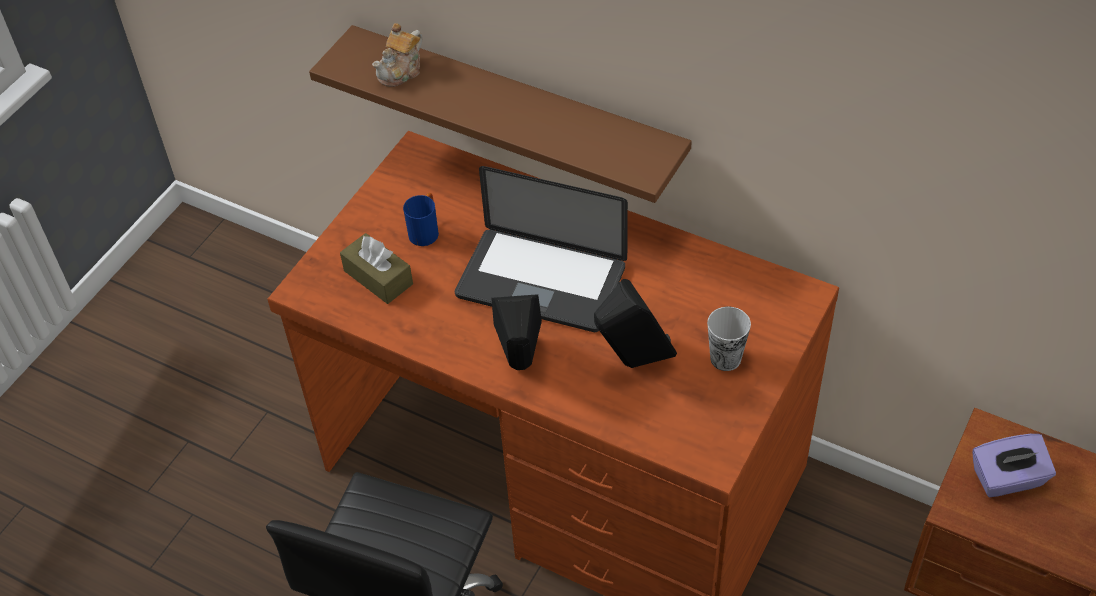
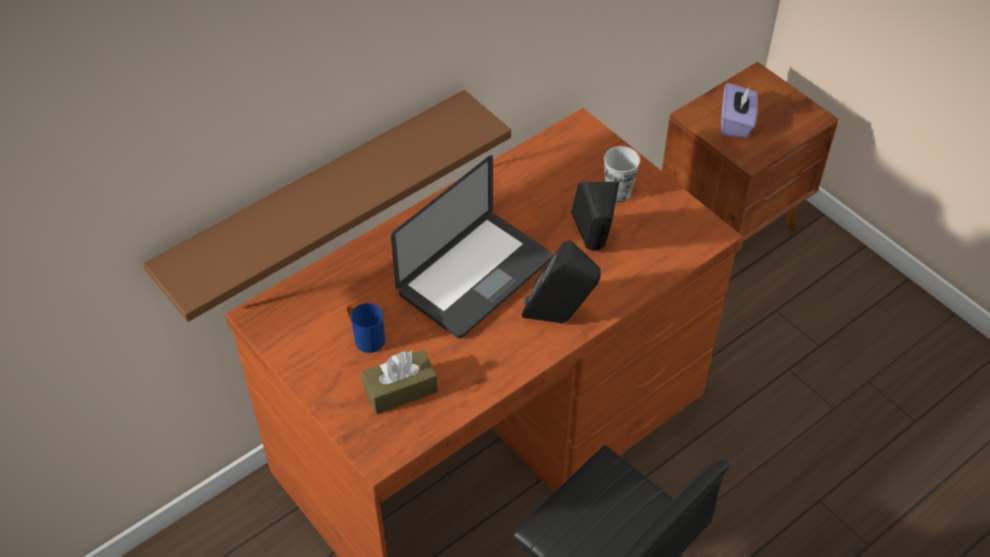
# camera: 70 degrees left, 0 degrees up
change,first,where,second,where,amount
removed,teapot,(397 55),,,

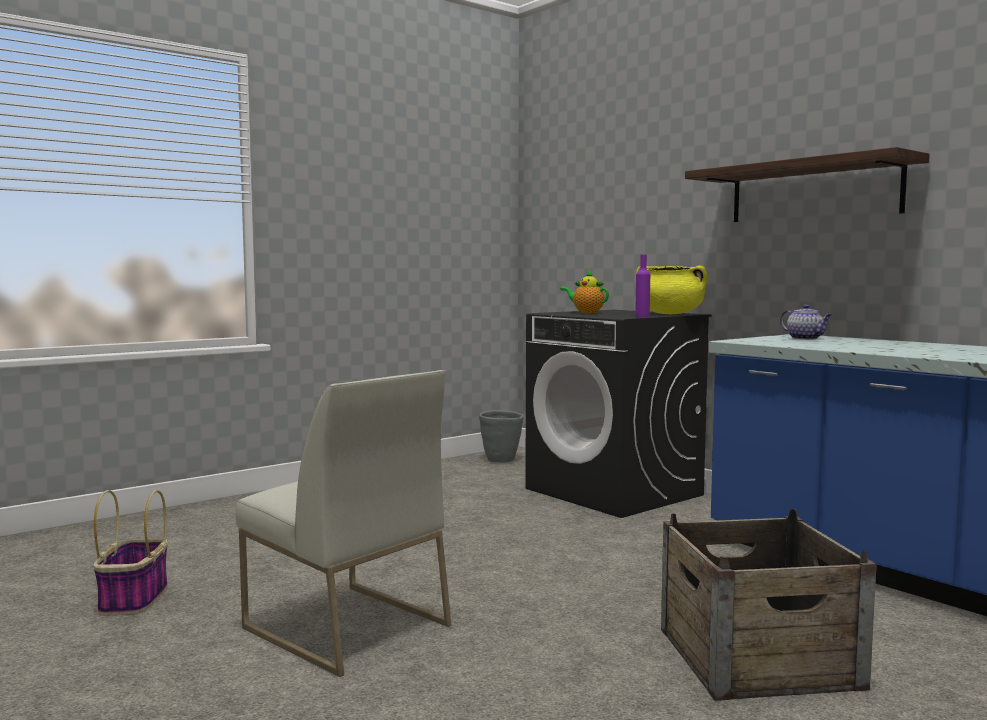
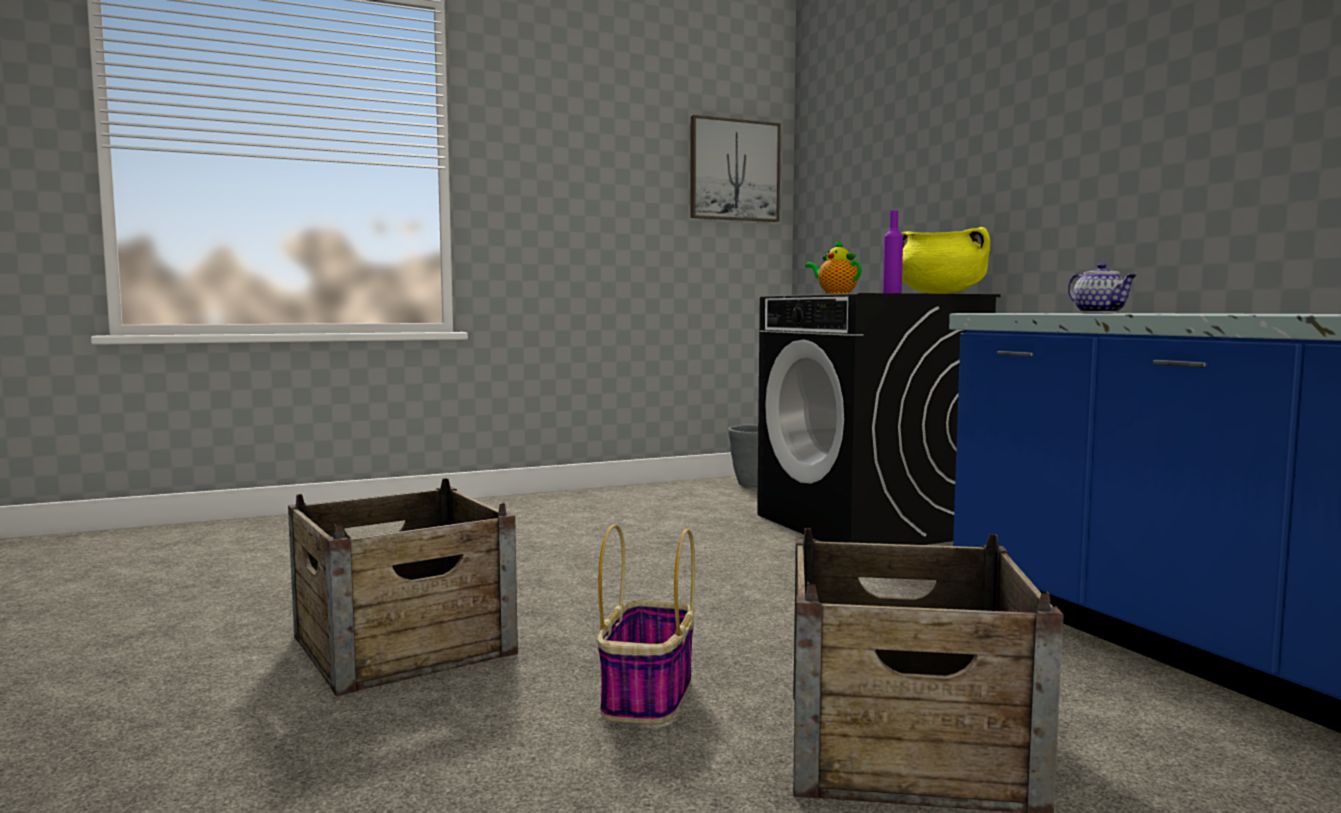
# camera: 15 degrees right, 0 degrees up
change,first,where,second,where,amount
removed,wall shelf,(807 184),,,
added,,,wall picture,(735 168),
moved,basket,(130 553),,(646 624),
replaced,whitish plain chair,(343 523),shipping crate,(403 587),

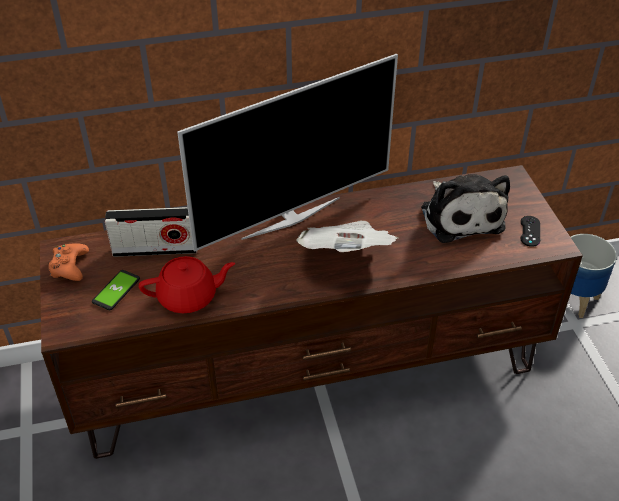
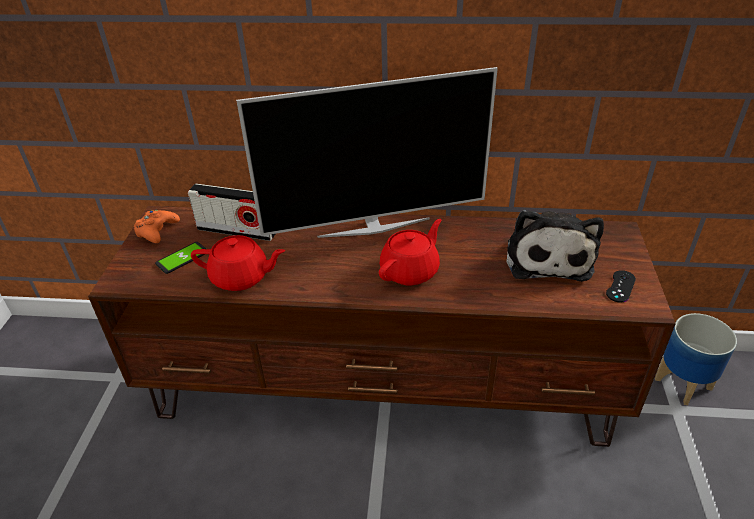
# camera: 20 degrees right, 5 degrees down
change,first,where,second,where,amount
replaced,daily paper,(347 236),red-coloured teapot,(410 252),

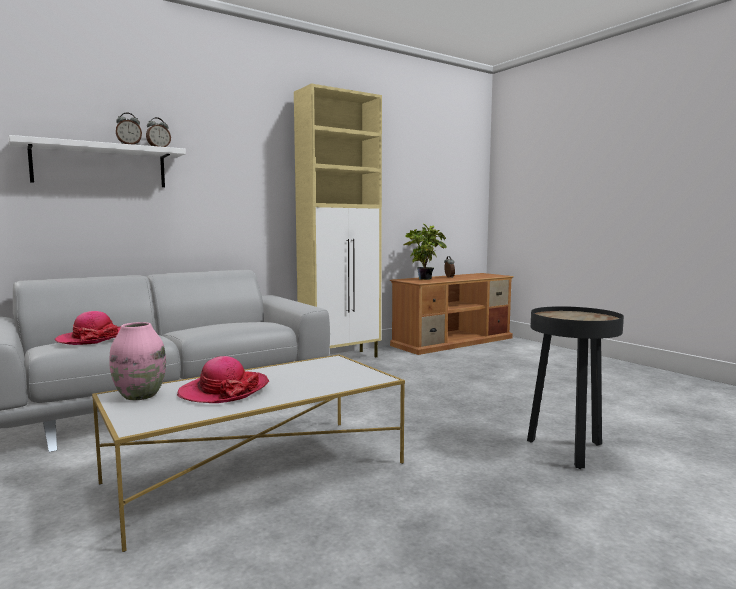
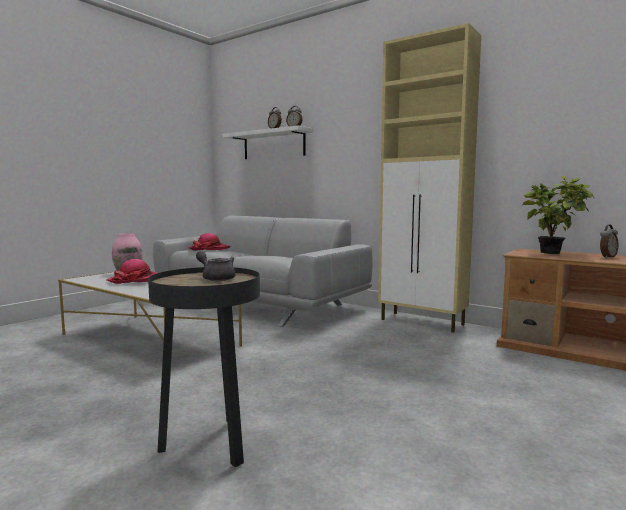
# camera: 70 degrees right, 0 degrees up
change,first,where,second,where,amount
added,,,grey teapot,(216 266),

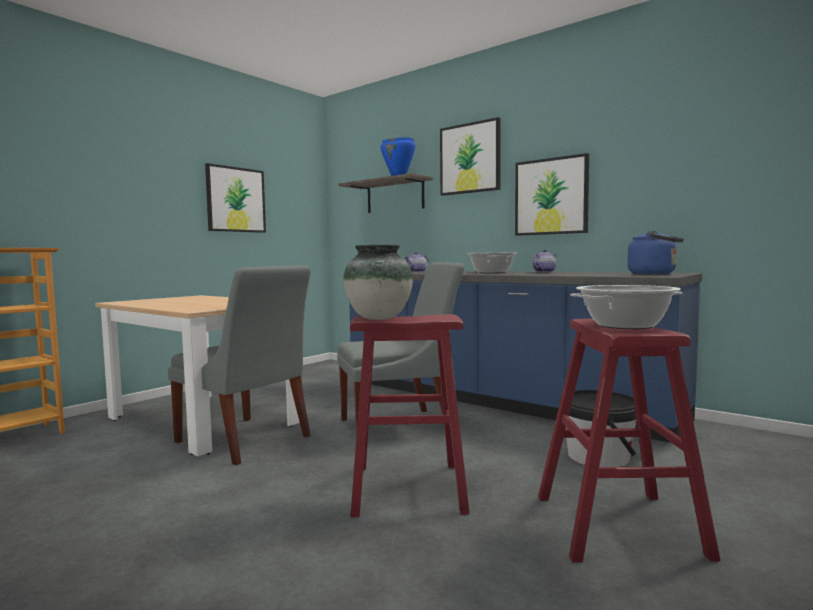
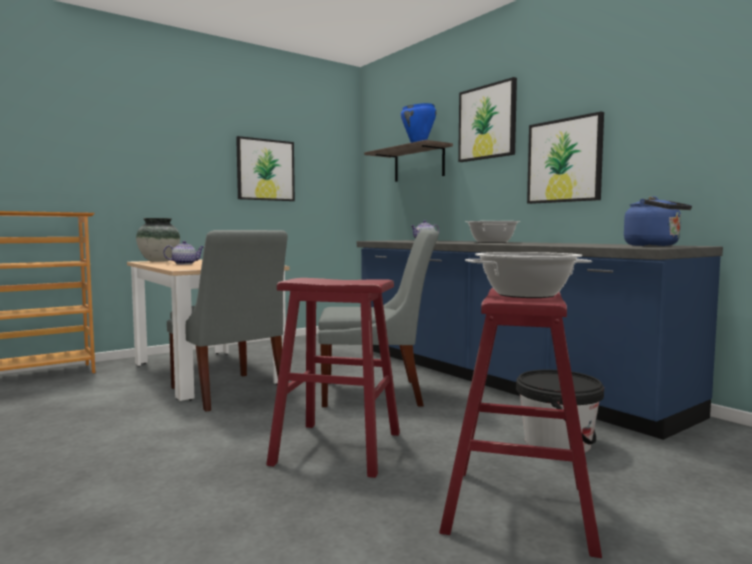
# camera: 15 degrees right, 0 degrees up
change,first,where,second,where,amount
moved,flower vase,(378 282),,(158 240),
moved,teapot,(544 260),,(183 252),

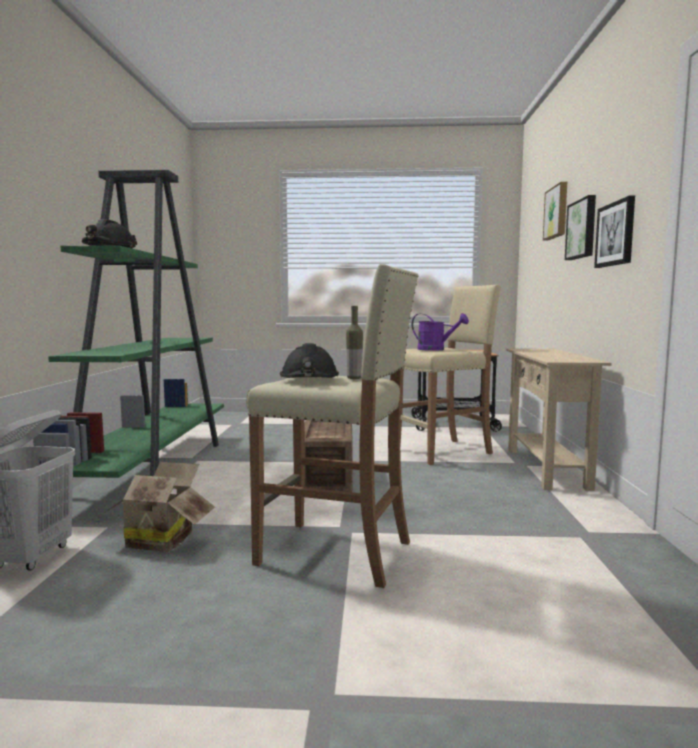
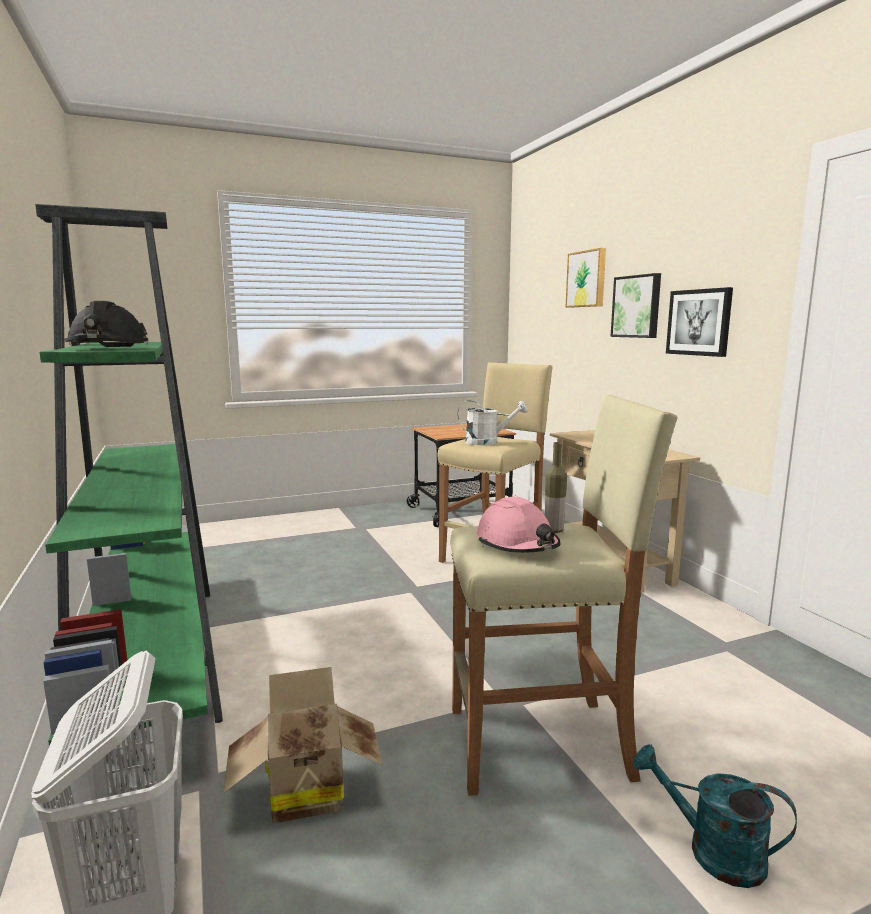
# camera: 25 degrees left, 5 degrees up
change,first,where,second,where,amount
removed,shipping crate,(328 456),,,
added,,,turquoise-coloured sprinkling can,(715 816),
recoloured,black work helmet,(309 360),pinkish work helmet,(518 525),
recoloured,purplish sprinkling can,(440 332),whitish sprinkling can,(492 422),

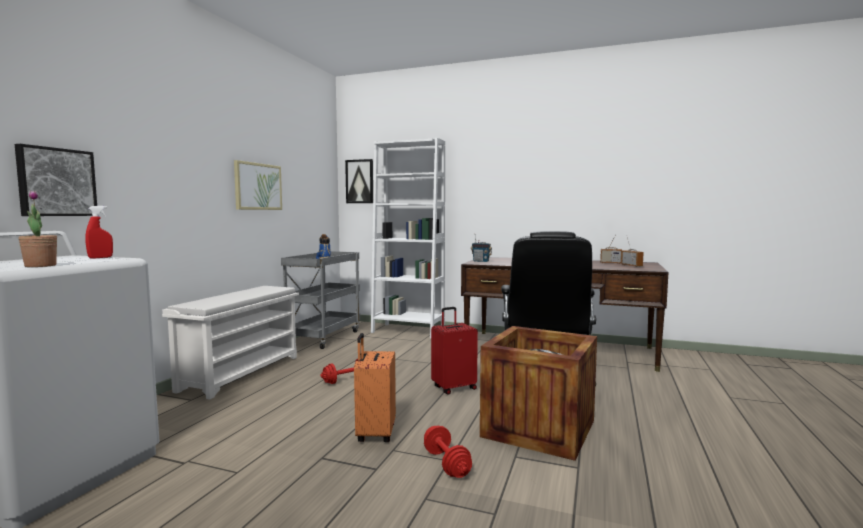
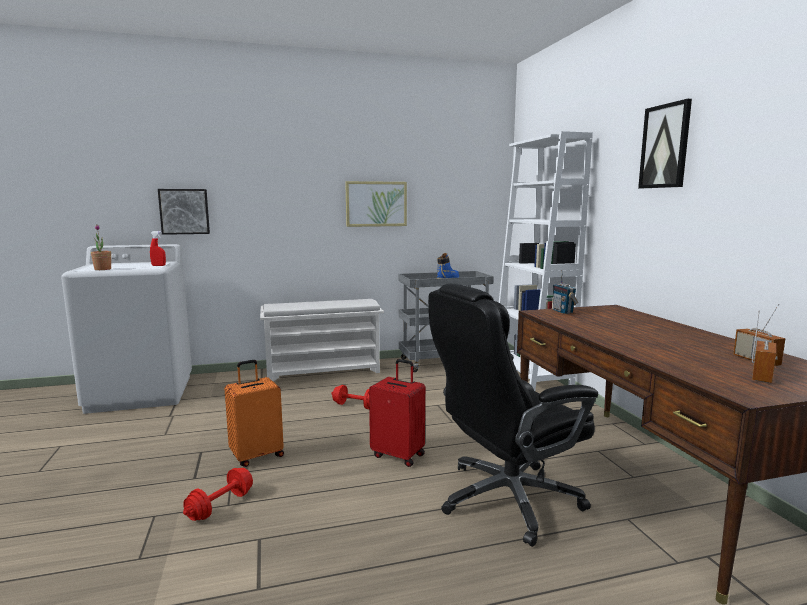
# camera: 55 degrees right, 5 degrees up
change,first,where,second,where,amount
removed,shipping crate,(538 393),,,
moved,wall picture,(359 181),,(665 143),

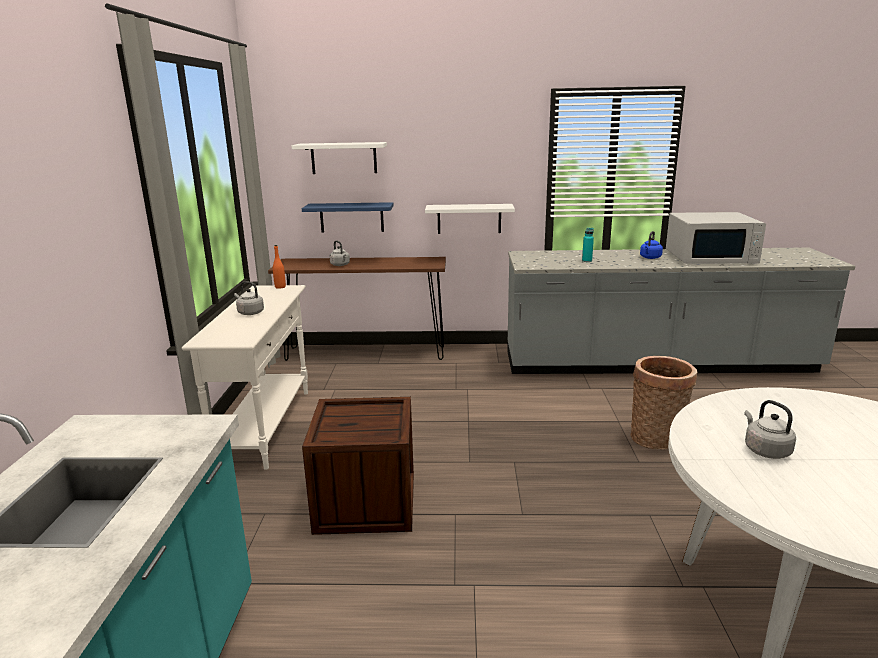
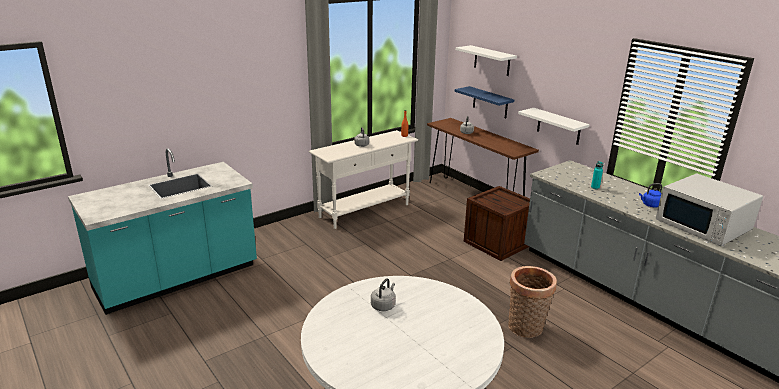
# camera: 50 degrees right, 5 degrees up
change,first,where,second,where,amount
moved,shipping crate,(358 466),,(497 223),

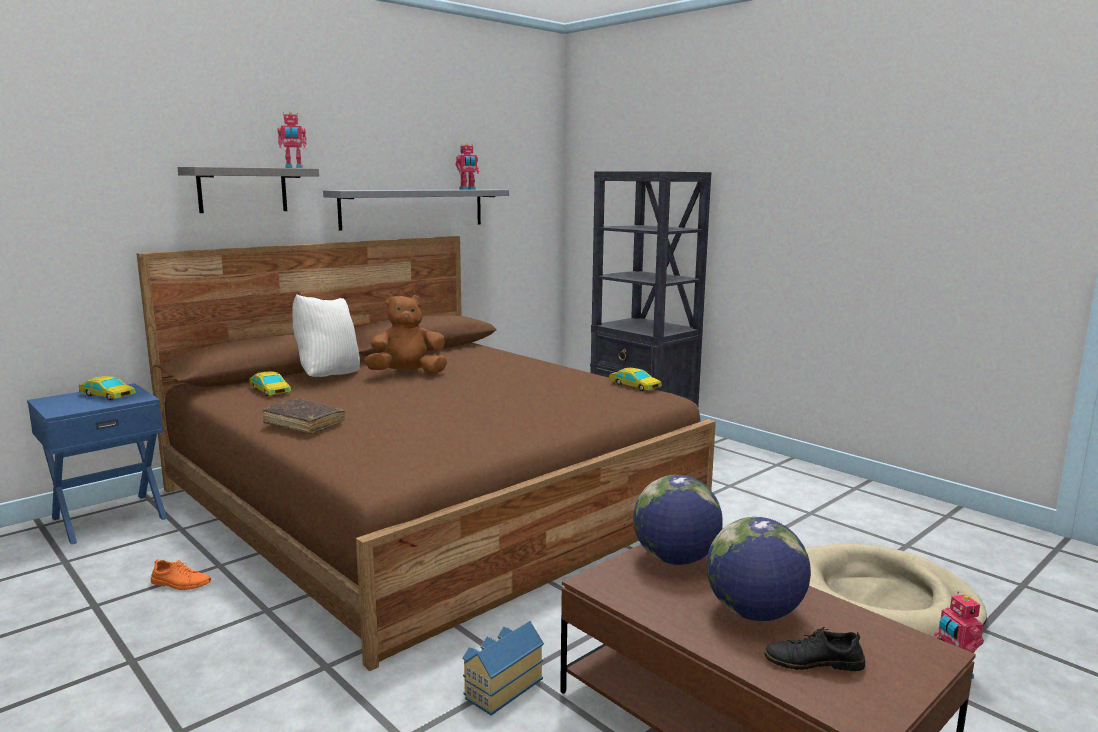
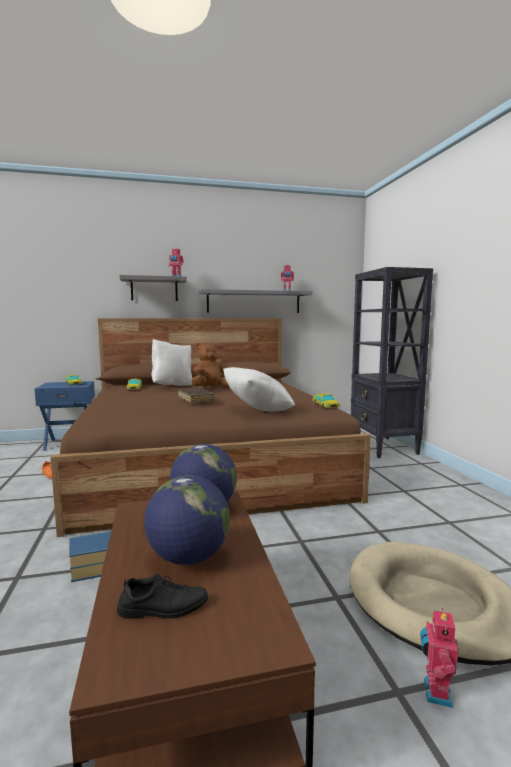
# camera: 30 degrees right, 5 degrees down
change,first,where,second,where,amount
added,,,whitish cushion,(259 389),
moved,brown-coloured volume,(304 416),,(196 395),
turned,brown-coloured soft toy,(405 333),,(211 365),45 degrees counterclockwise
turned,black shoe,(814 649),,(162 596),135 degrees clockwise

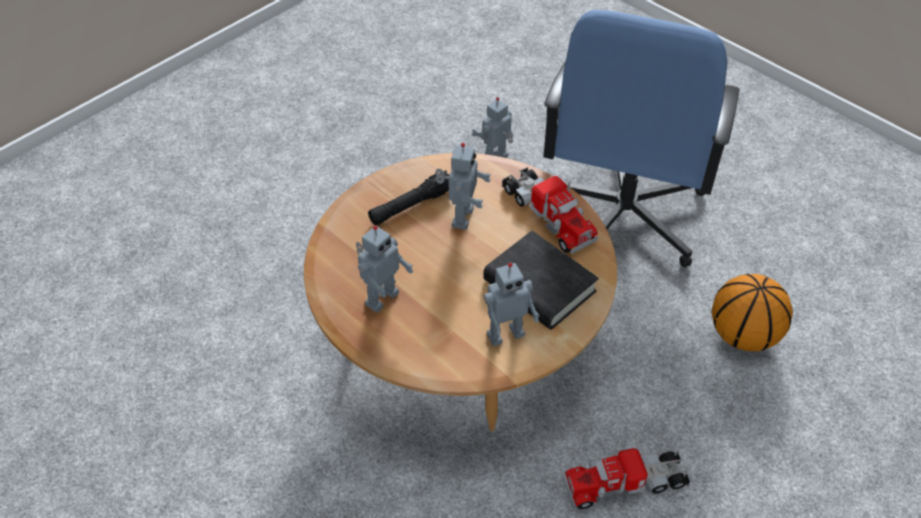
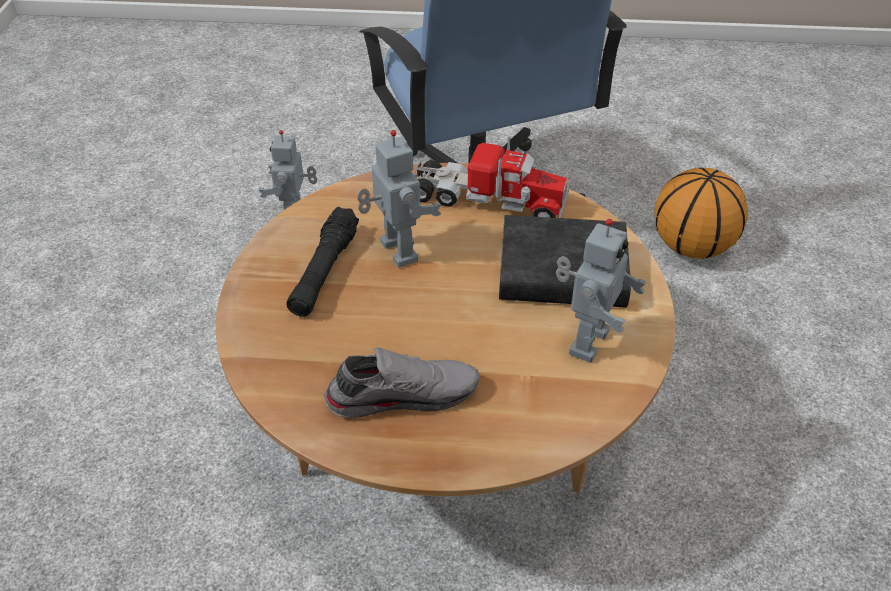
# camera: 40 degrees left, 5 degrees down
change,first,where,second,where,amount
removed,toy lorry,(626 478),,,
replaced,model robot,(384 269),grey shoe,(402 382),

